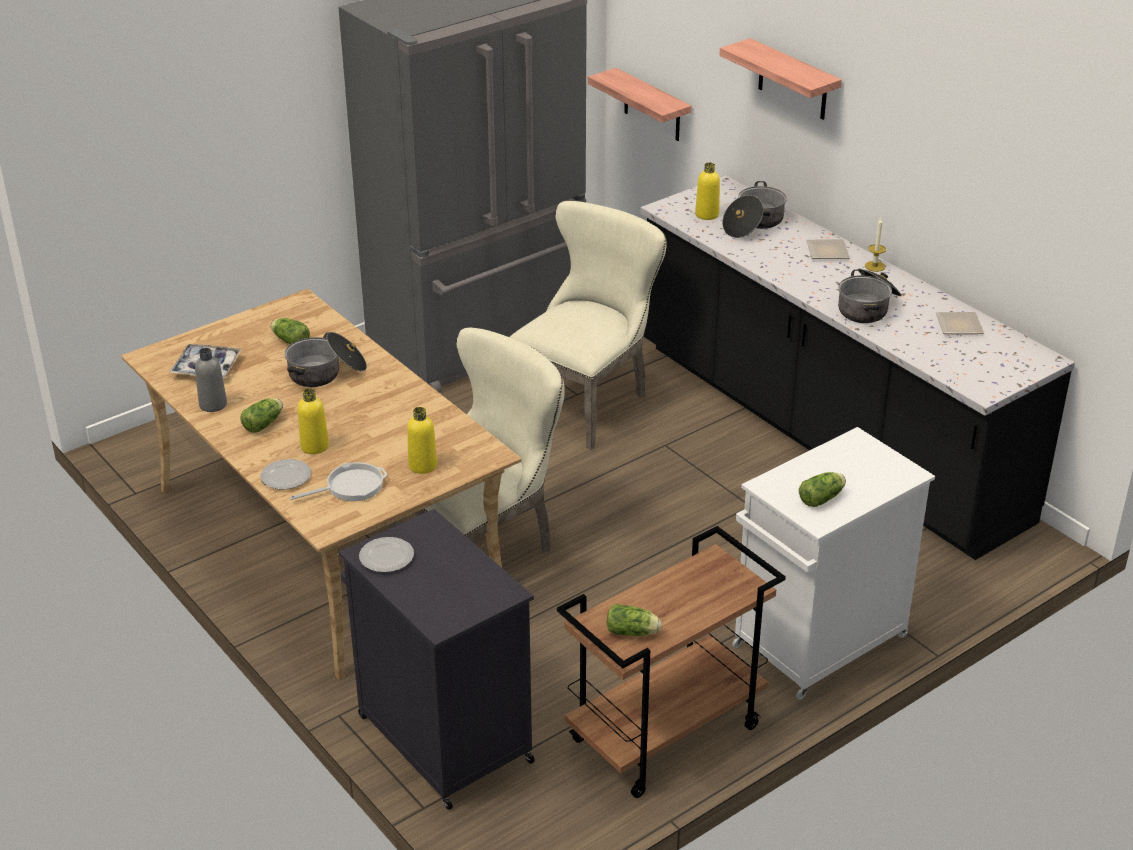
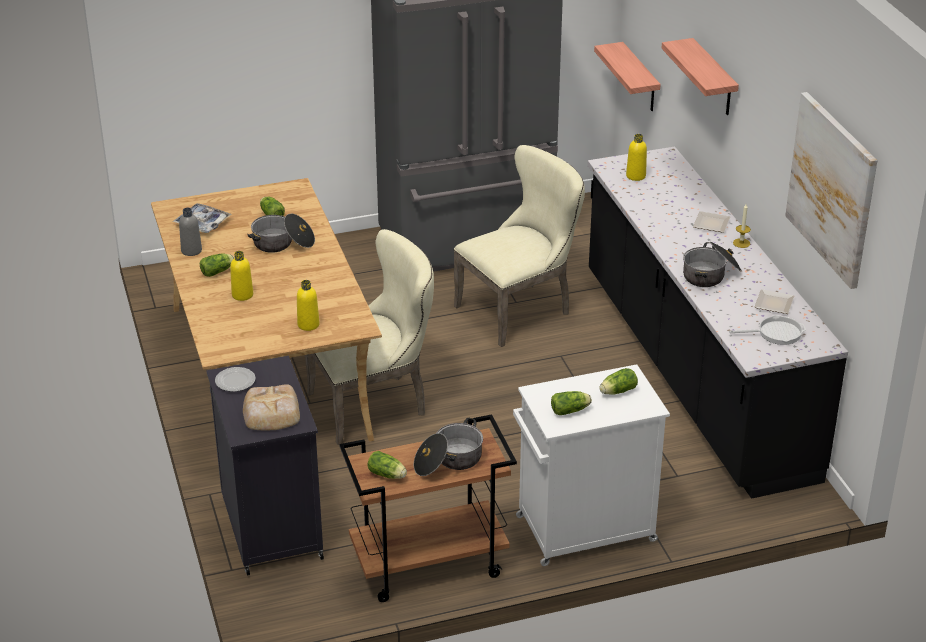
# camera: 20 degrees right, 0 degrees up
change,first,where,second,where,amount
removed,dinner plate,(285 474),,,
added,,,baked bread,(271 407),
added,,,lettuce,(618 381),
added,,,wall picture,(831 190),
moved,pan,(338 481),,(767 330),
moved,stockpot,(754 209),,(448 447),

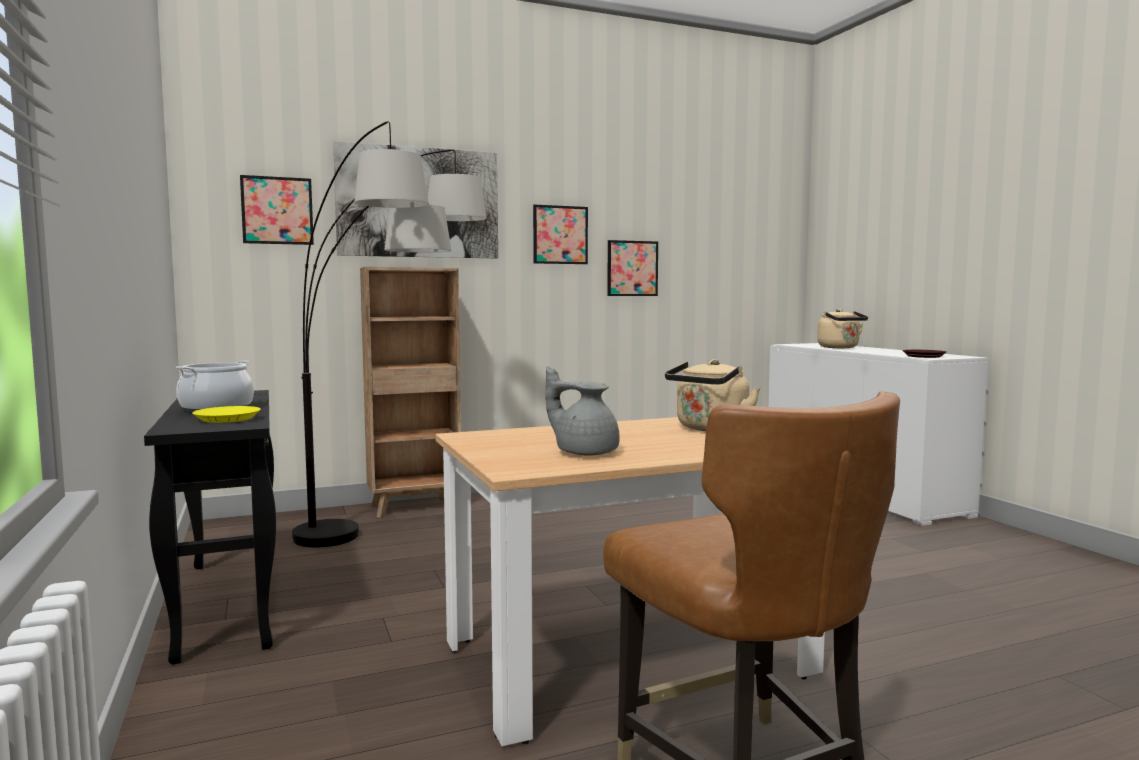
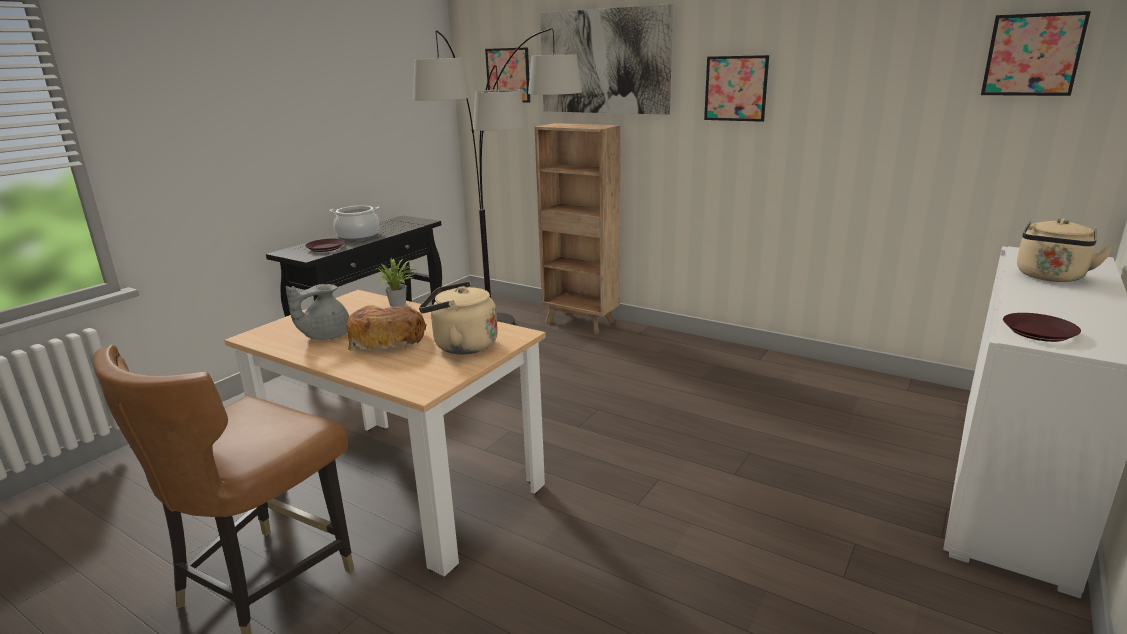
# camera: 55 degrees right, 15 degrees up
change,first,where,second,where,amount
added,,,baked bread,(387 328),
added,,,plant in a pot,(395 282),
moved,wall picture,(632 268),,(1036 53),
recoloured,yellow-coloured dinner plate,(226 414),brown-coloured dinner plate,(325 245),
turned,grey teapot,(582 410),,(317 312),135 degrees counterclockwise

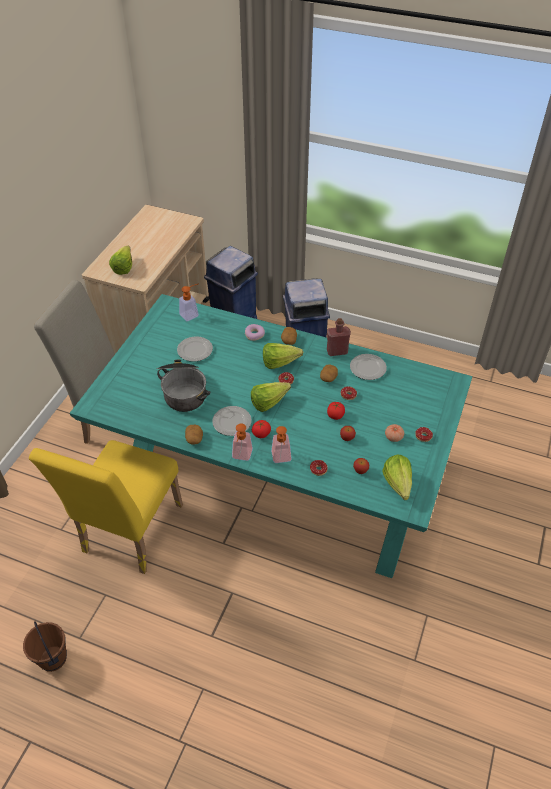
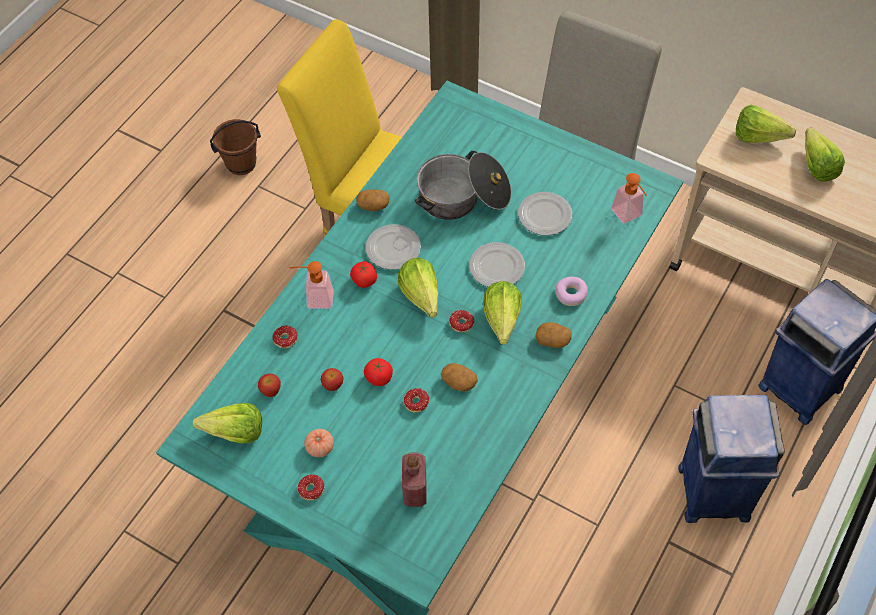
# camera: 100 degrees right, 10 degrees up
change,first,where,second,where,amount
removed,soap bottle,(242 442),,,
added,,,lettuce,(825 155),
moved,red-coloured bottle,(339 337),,(414 480),
moved,dinner plate,(368 367),,(497 264),

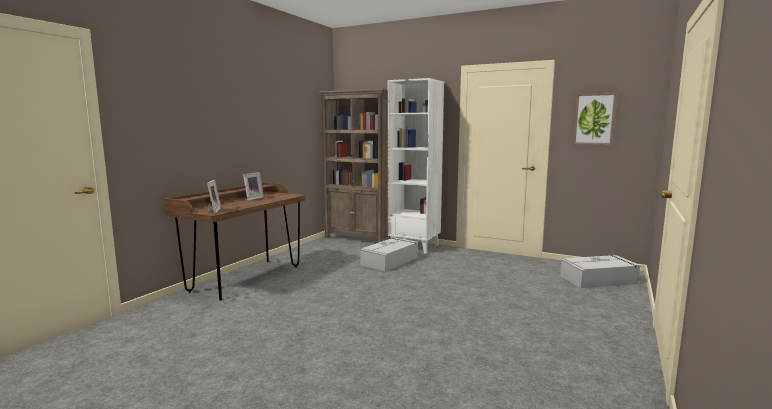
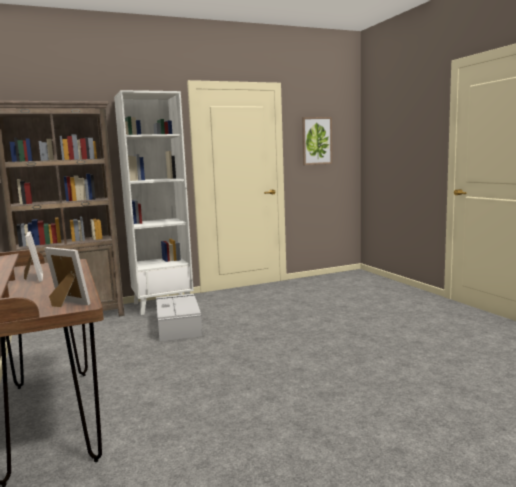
# camera: 50 degrees left, 0 degrees up
change,first,where,second,where,amount
removed,grey storage bin,(600 271),,,

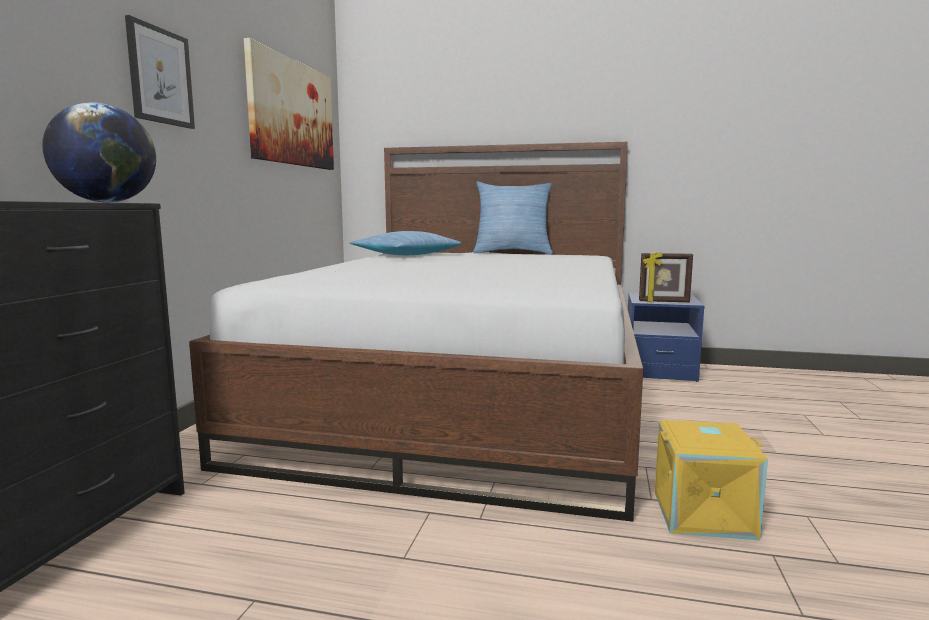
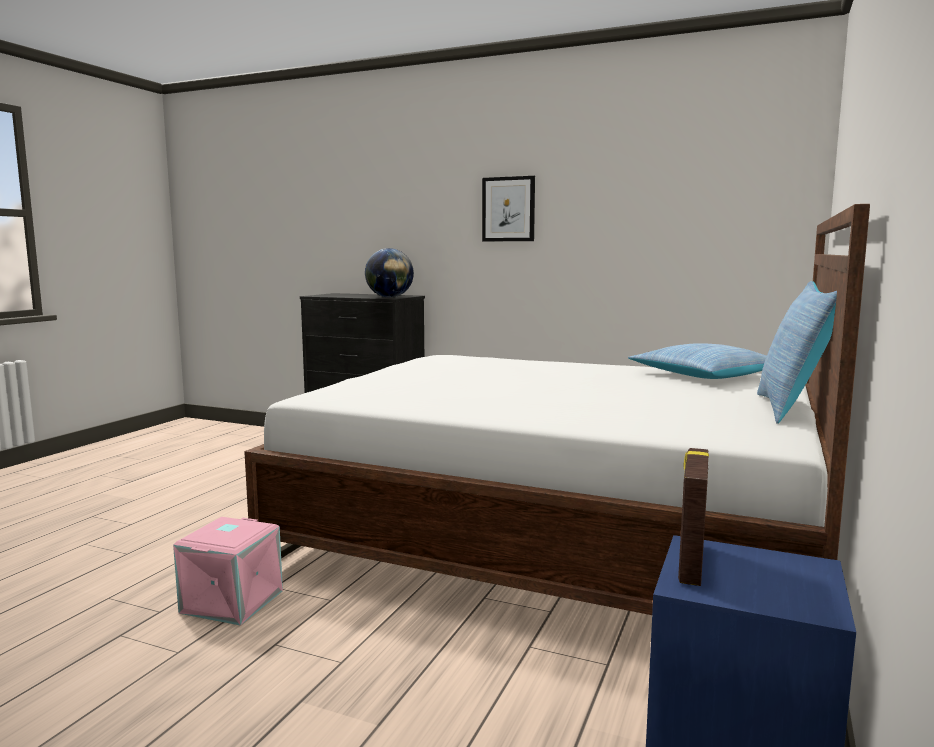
# camera: 100 degrees right, 0 degrees up
change,first,where,second,where,amount
removed,wall picture,(289 104),,,
recoloured,yellow-coloured storage bin,(711 480),pinkish storage bin,(228 571),

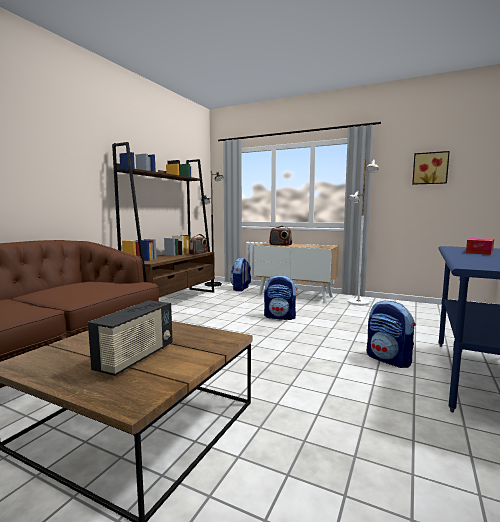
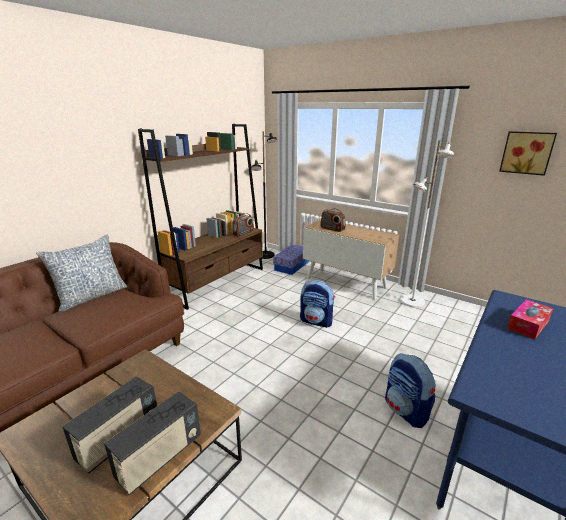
# camera: 10 degrees right, 15 degrees up
change,first,where,second,where,amount
added,,,cushion,(81 273),
added,,,radio receiver,(152 443),
replaced,knapsack,(241 274),storage bin,(291 260),

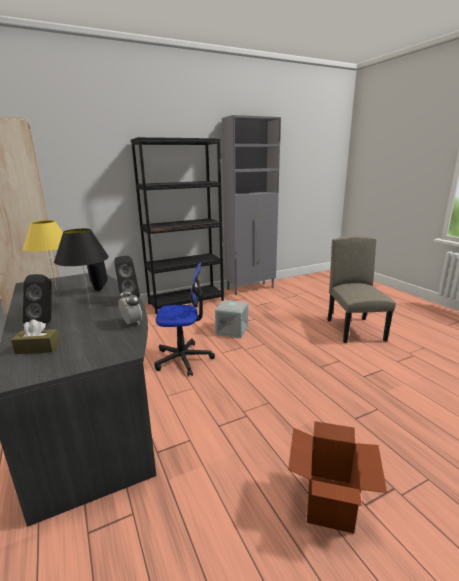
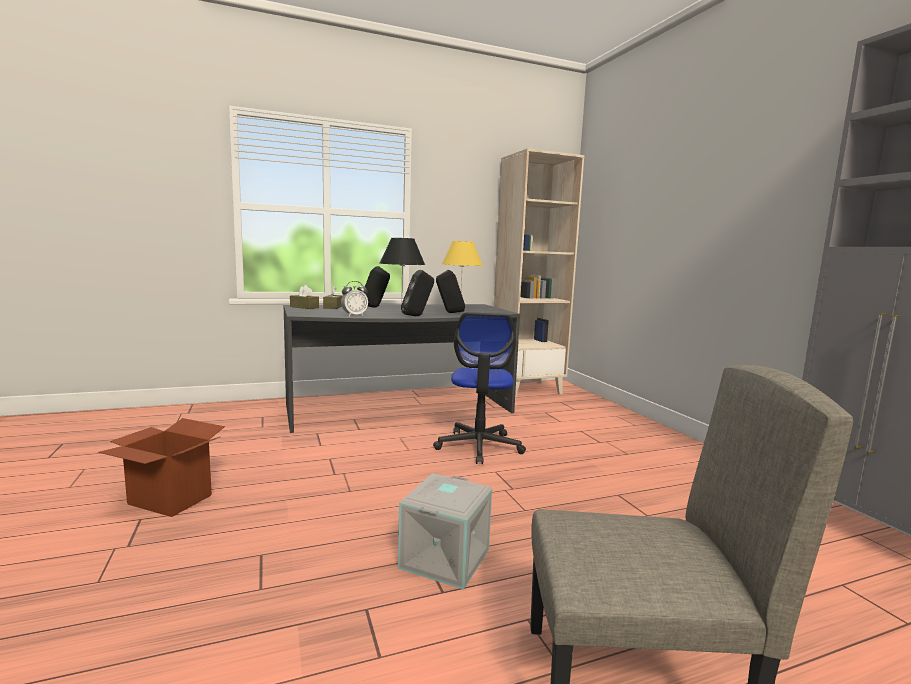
# camera: 95 degrees right, 10 degrees down
change,first,where,second,where,amount
removed,black bookshelf,(177 225),,,
added,,,brown-coloured tissue box,(304 297),
moved,grey storage bin,(231 319),,(445 531),

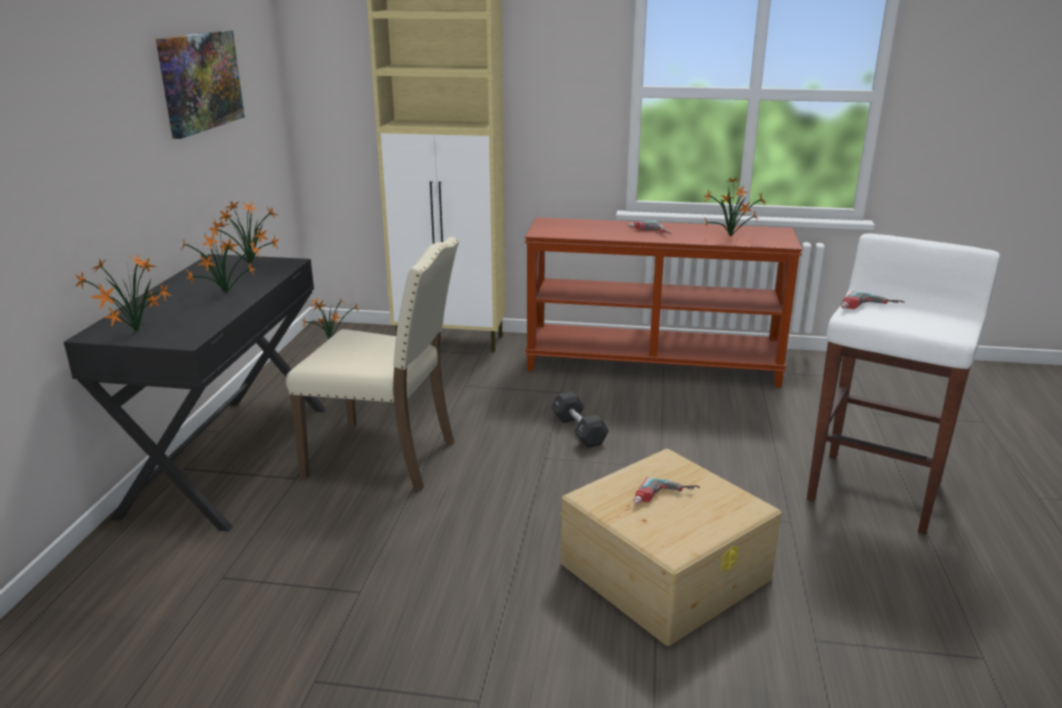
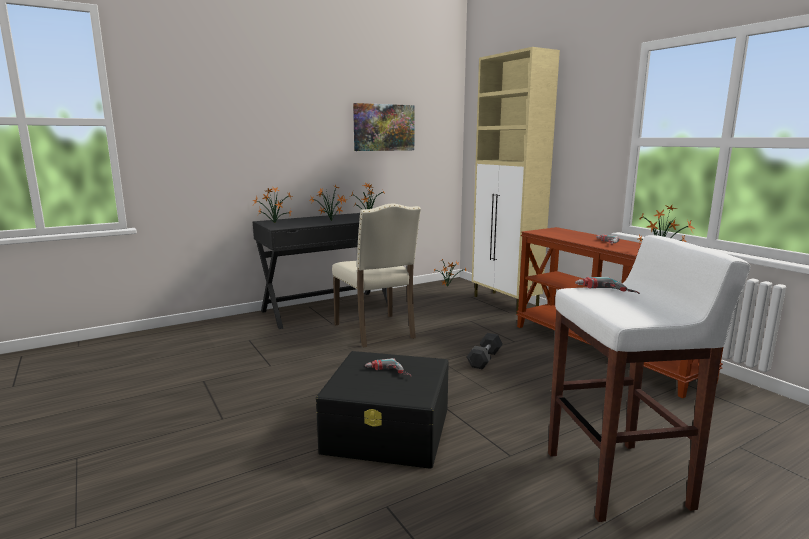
# camera: 50 degrees right, 10 degrees down
change,first,where,second,where,amount
recoloured,sand-coloured storage bin,(671 547),black storage bin,(382 410),

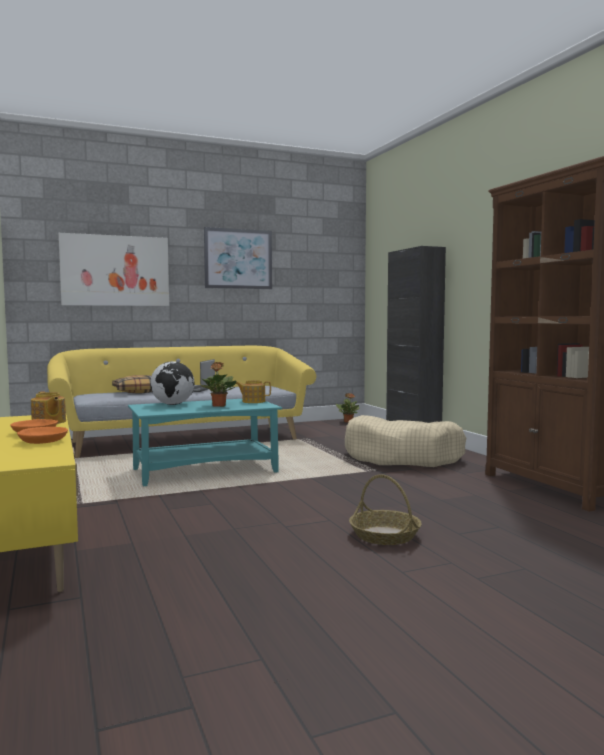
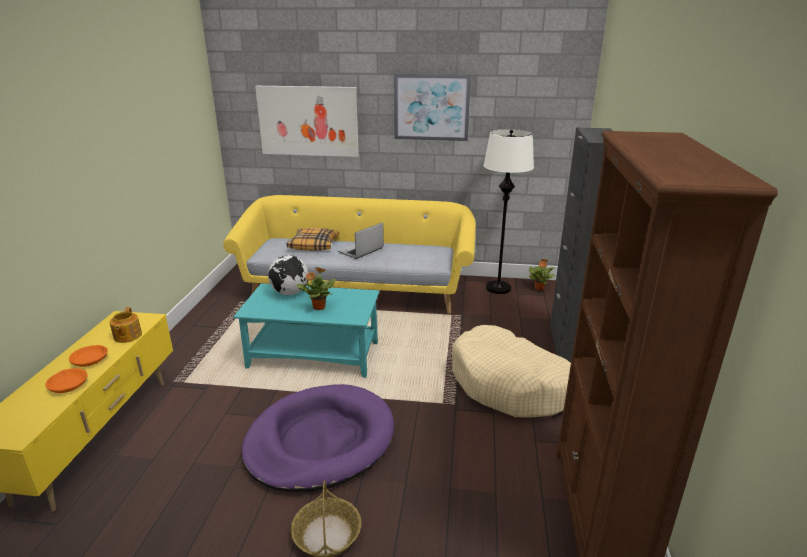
# camera: 30 degrees right, 20 degrees up
change,first,where,second,where,amount
removed,teapot,(253 391),,,
added,,,purplish dog bed,(317 438),
added,,,whitish standard lamp,(508 211),

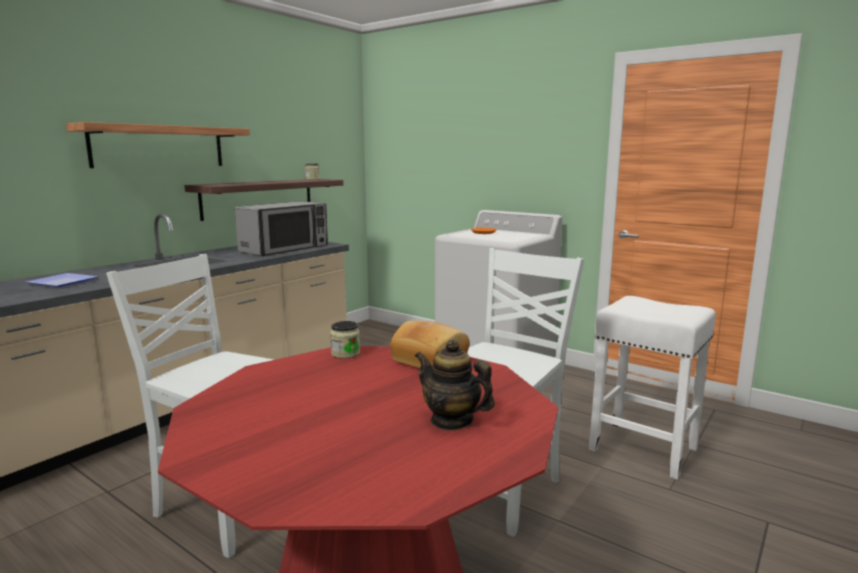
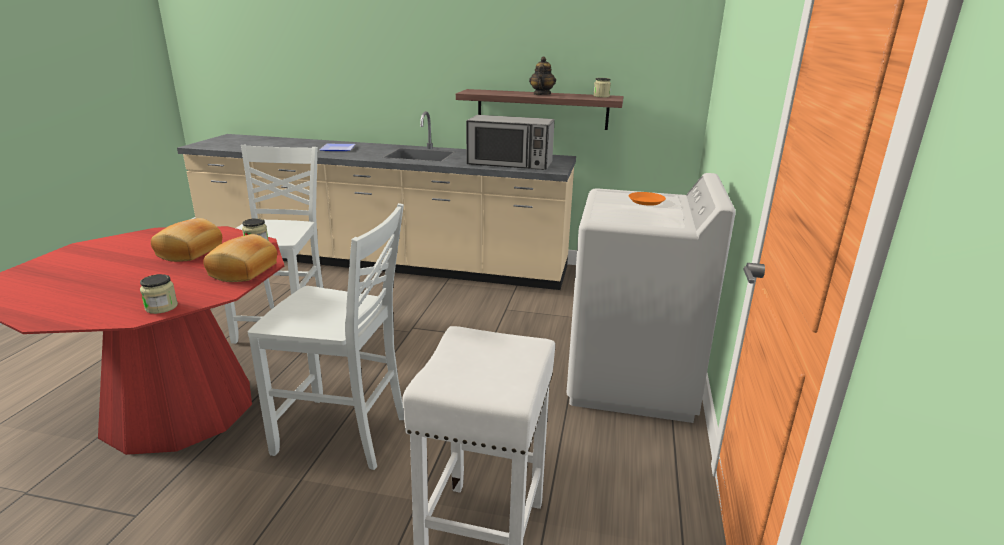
# camera: 65 degrees right, 10 degrees up
change,first,where,second,where,amount
removed,wall shelf,(158 145),,,
added,,,preserve jar,(159 294),
added,,,baked bread,(186 240),
moved,teapot,(455 385),,(542 76),

